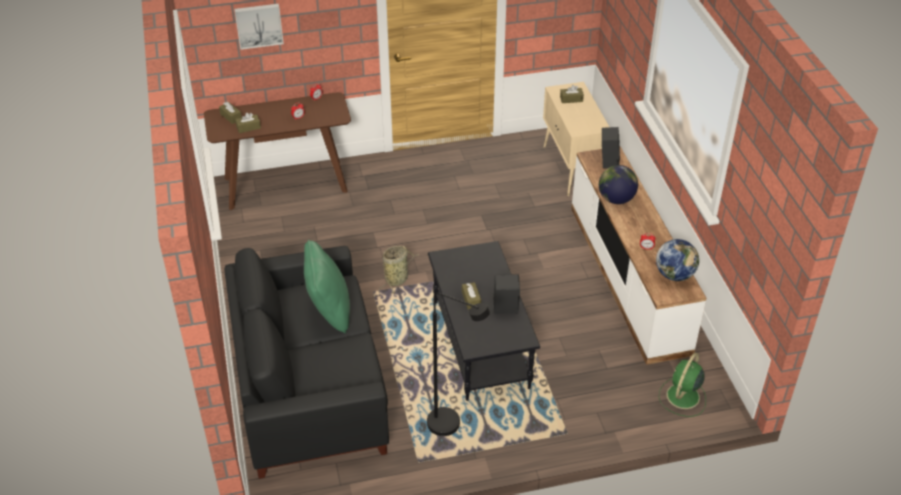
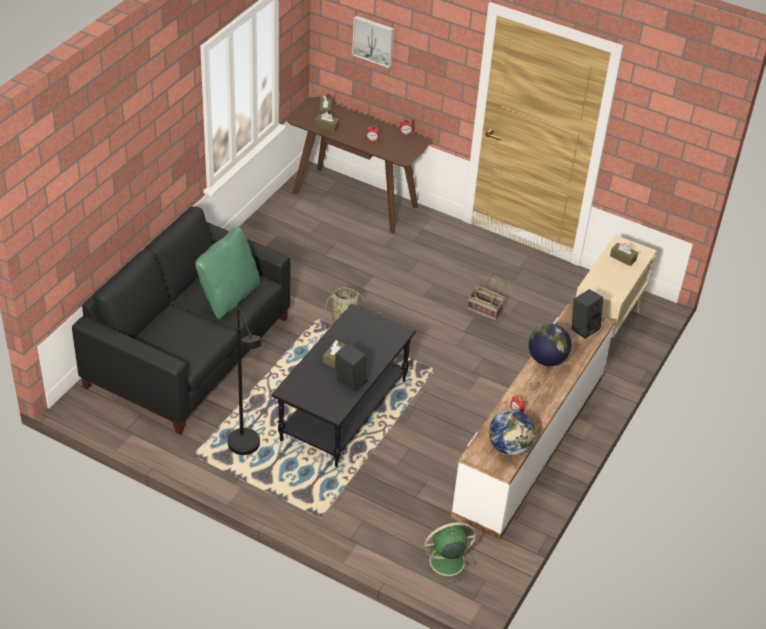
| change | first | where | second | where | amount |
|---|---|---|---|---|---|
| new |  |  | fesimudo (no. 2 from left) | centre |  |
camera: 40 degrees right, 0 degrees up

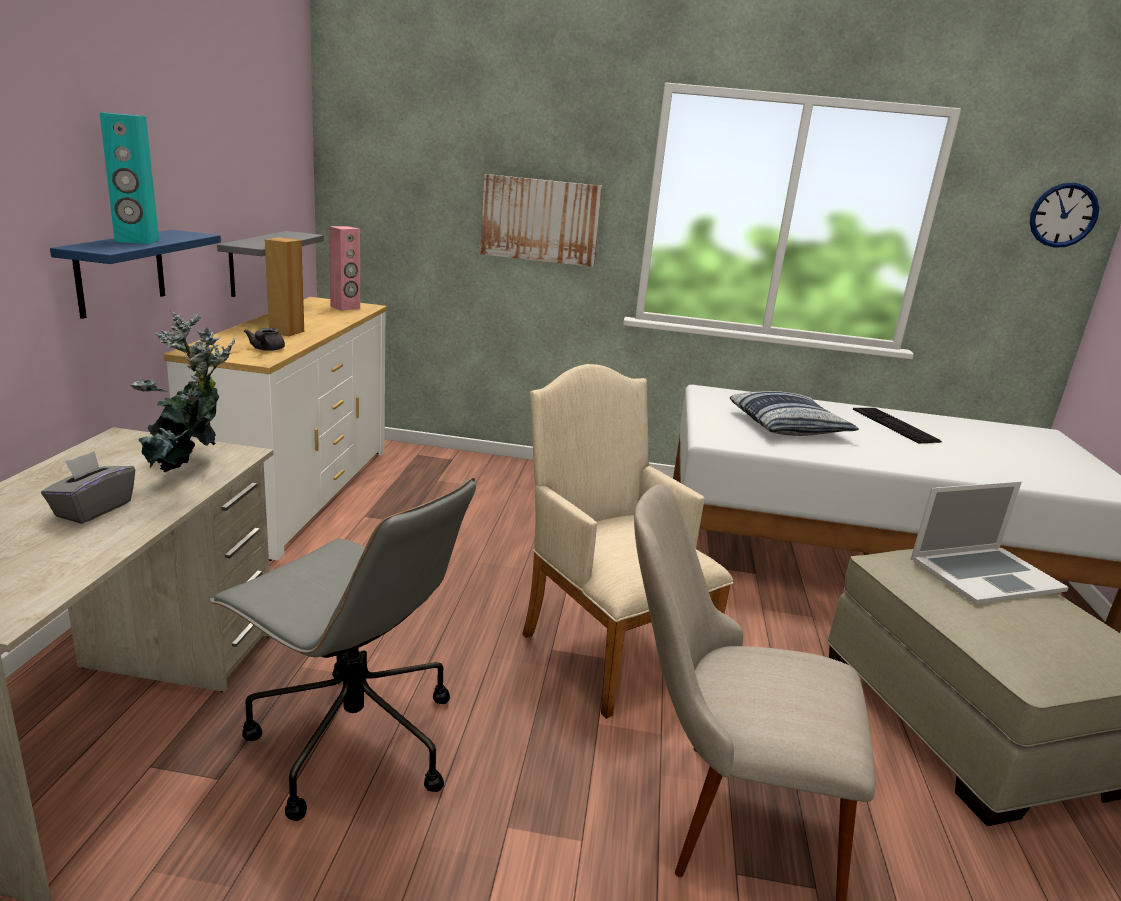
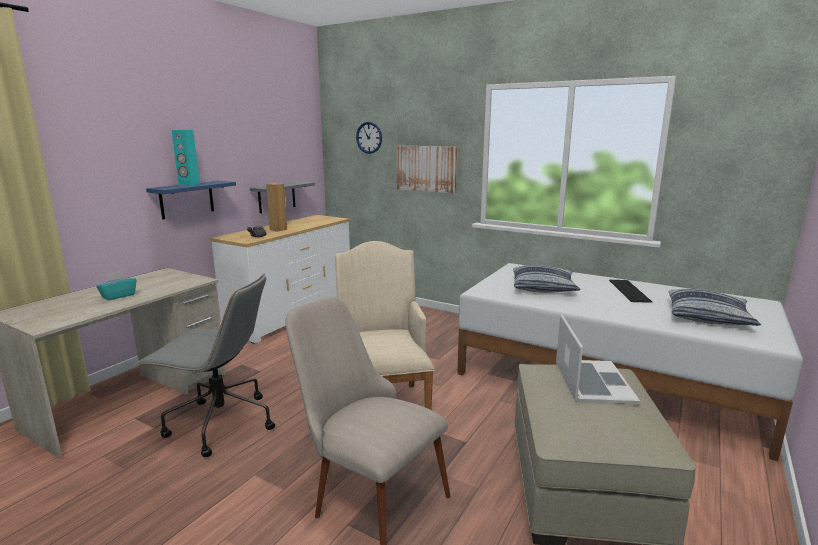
| change | first | where | second | where | amount |
|---|---|---|---|---|---|
| shifted | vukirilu | top right |  | top centre |  |
| gone | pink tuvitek | top left |  |  |  |
| gone | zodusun | middle left |  |  |  |
| repainted | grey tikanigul | middle left | turquoise tikanigul | middle left |  |
| rotated | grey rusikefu | bottom left |  | bottom left | 45 degrees counterclockwise |
| rotated | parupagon | middle right |  | middle right | 90 degrees counterclockwise |
| new |  |  | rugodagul (no. 2 from left) | middle right |  |
camera: 25 degrees right, 5 degrees down

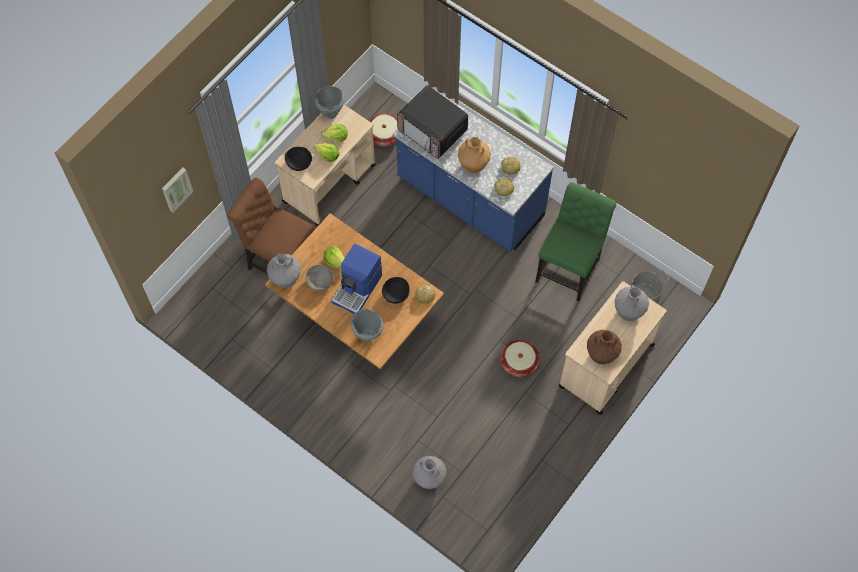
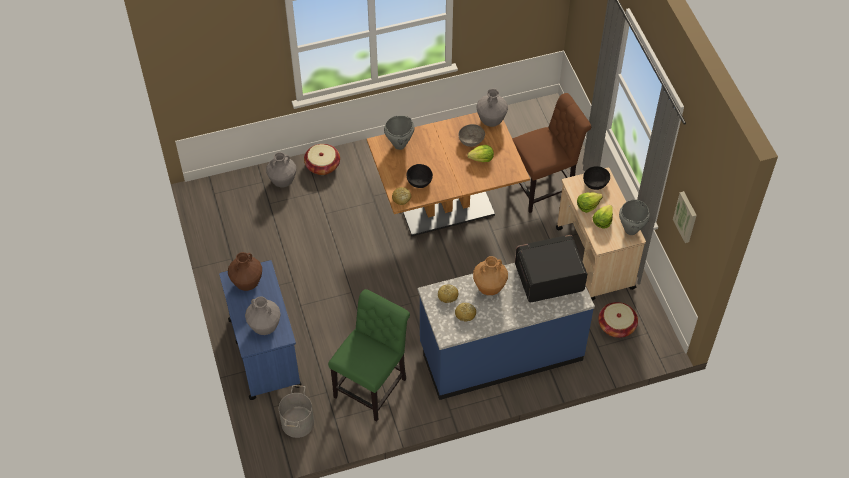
| change | first | where | second | where | amount |
|---|---|---|---|---|---|
| shifted | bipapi | top left |  | middle right |  |
| rotated | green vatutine | middle right |  | bottom centre | 120 degrees counterclockwise |
| gone | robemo | centre |  |  |  |
| repainted | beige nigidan (no. 2 from left) | middle right | blue nigidan | bottom left |  |
| shifted | fesimudo (no. 2 from left in the first image) | centre | fesimudo (no. 1 from left) | top centre |  |
camera: 125 degrees right, 10 degrees down

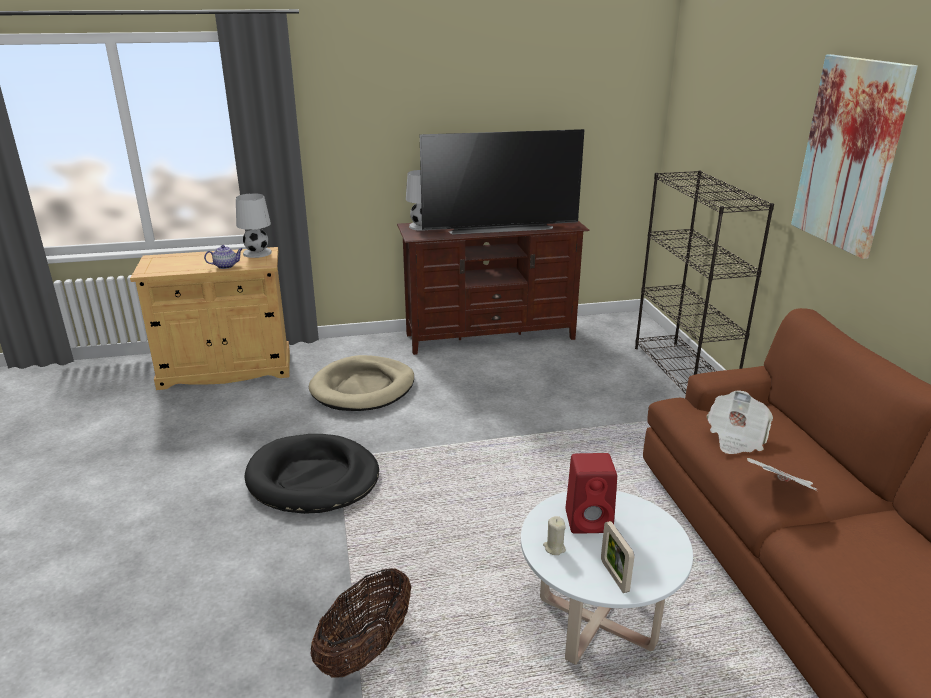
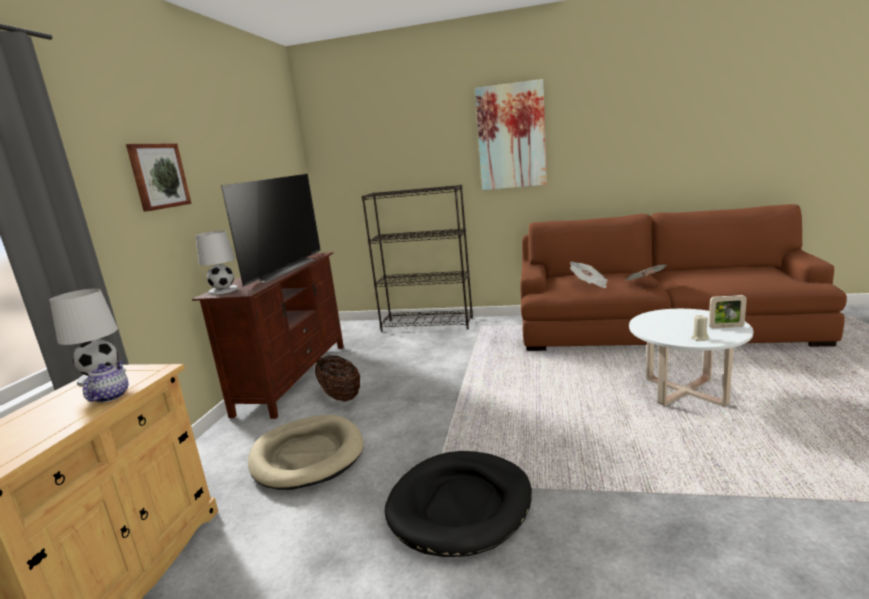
| change | first | where | second | where | amount |
|---|---|---|---|---|---|
| gone | red tuvitek | bottom centre |  |  |  |
| shifted | fesimudo | bottom centre |  | centre |  |
| new |  |  | bipapi (no. 1 from left) | top left |  |
camera: 65 degrees left, 10 degrees down

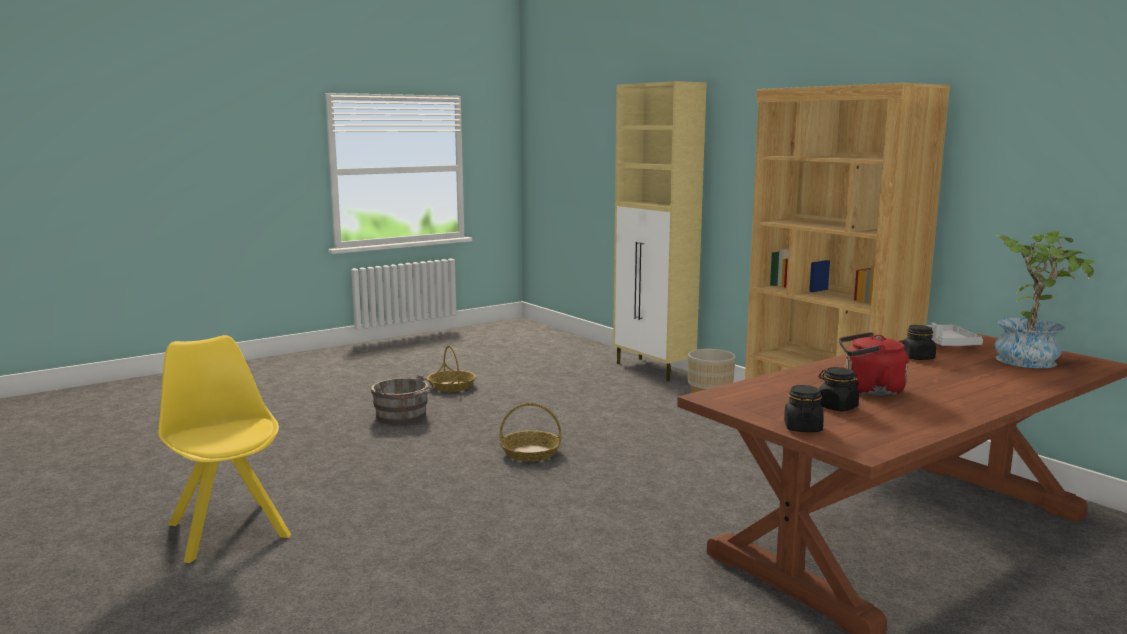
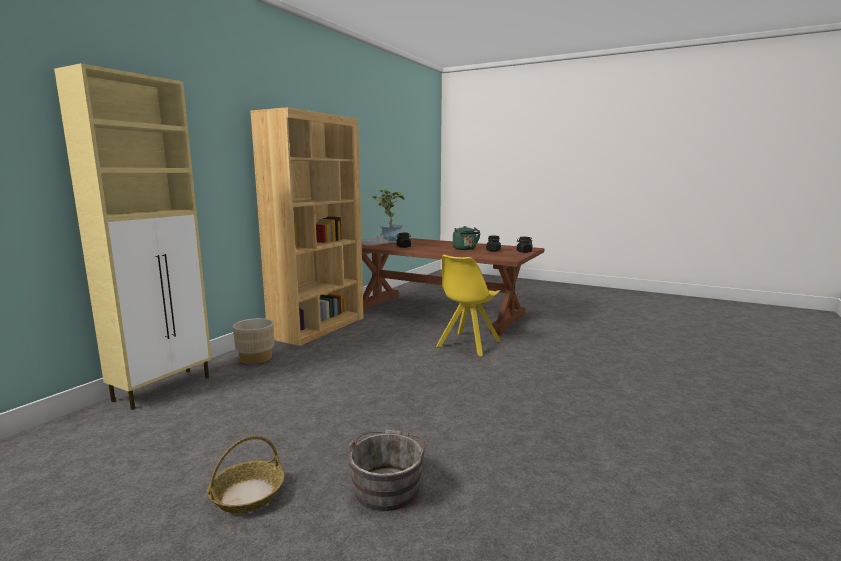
| change | first | where | second | where | amount |
|---|---|---|---|---|---|
| repainted | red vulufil | middle right | green vulufil | centre |  |
| shifted | yellow vatutine | bottom left |  | centre |  |
| gone | fesimudo (no. 2 from left) | bottom centre |  |  |  |
camera: 115 degrees left, 0 degrees up

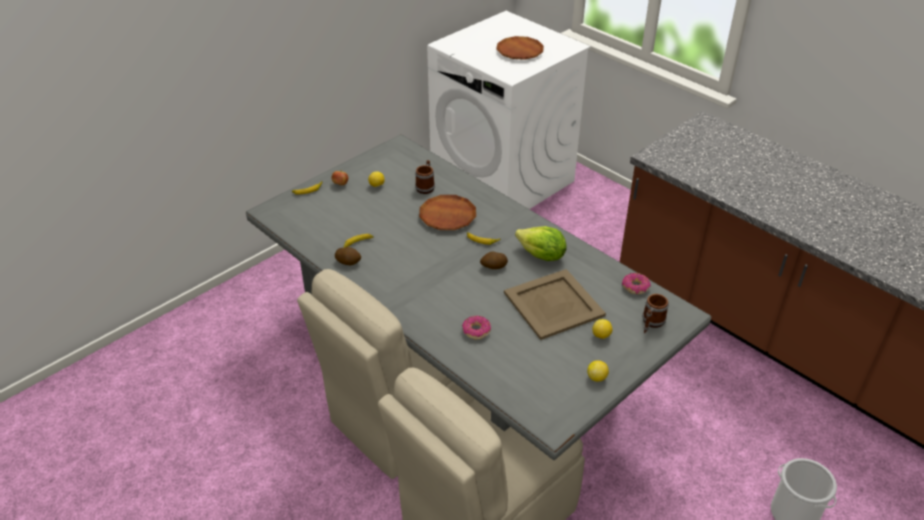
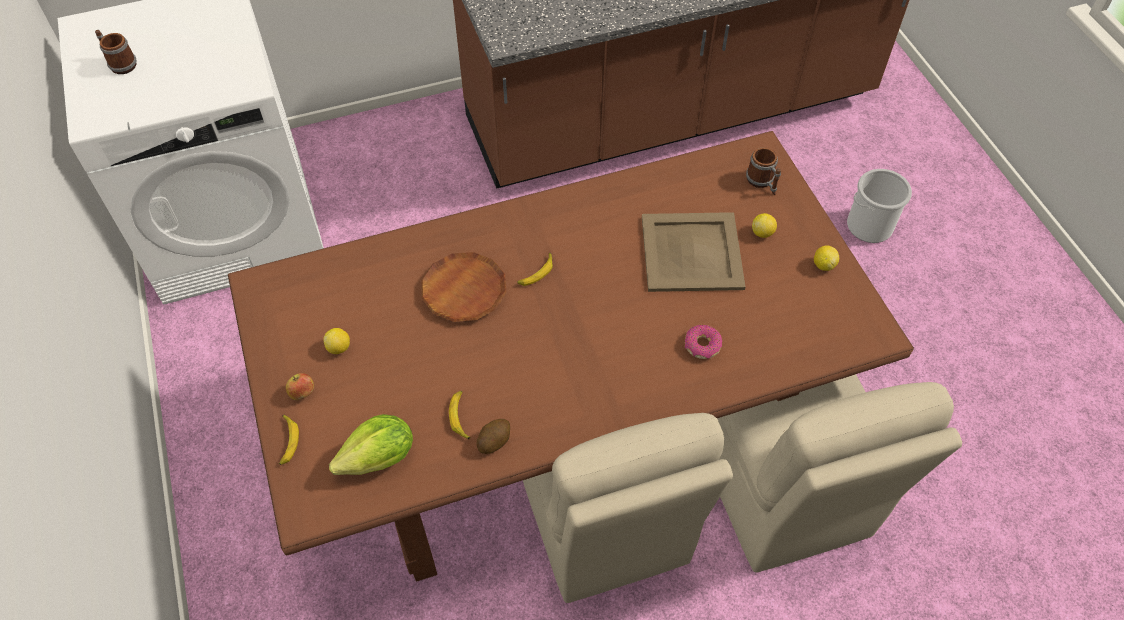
| change | first | where | second | where | amount |
|---|---|---|---|---|---|
| gone | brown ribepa (no. 2 from left) | top centre |  |  |  |
| repainted | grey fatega | centre | brown fatega | centre |  |
| shifted | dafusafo (no. 1 from left) | centre |  | top left |  |
| shifted | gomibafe | centre |  | bottom left |  |
| gone | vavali (no. 2 from left) | centre |  |  |  |
| gone | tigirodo (no. 2 from left) | middle right |  |  |  |
camera: 65 degrees left, 15 degrees up

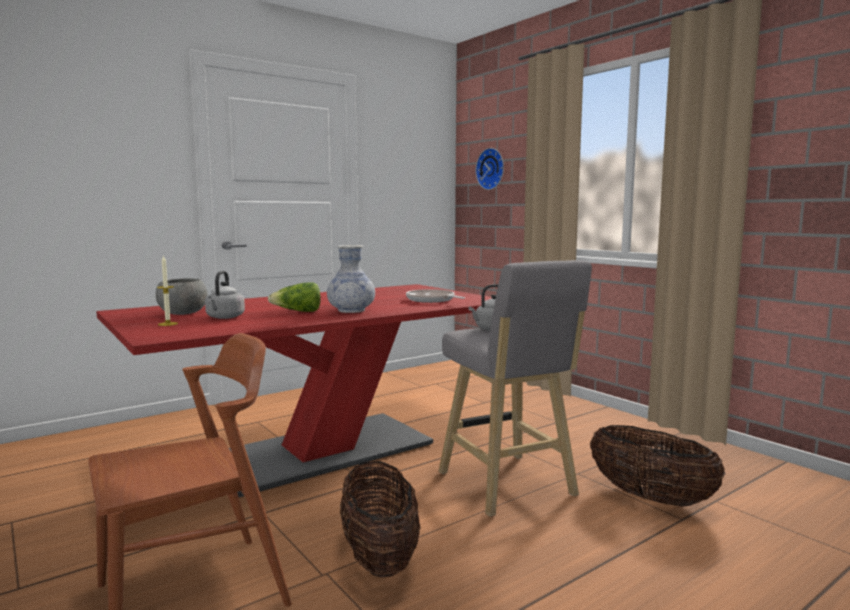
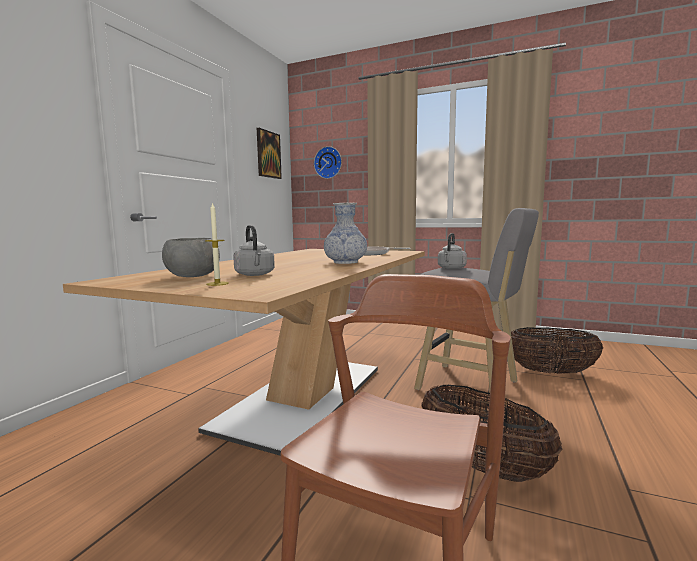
| change | first | where | second | where | amount |
|---|---|---|---|---|---|
| gone | gomibafe | centre |  |  |  |
| repainted | red fatega | centre | beige fatega | centre |  |
| new |  |  | bipapi | top centre |  |
camera: 30 degrees left, 0 degrees up

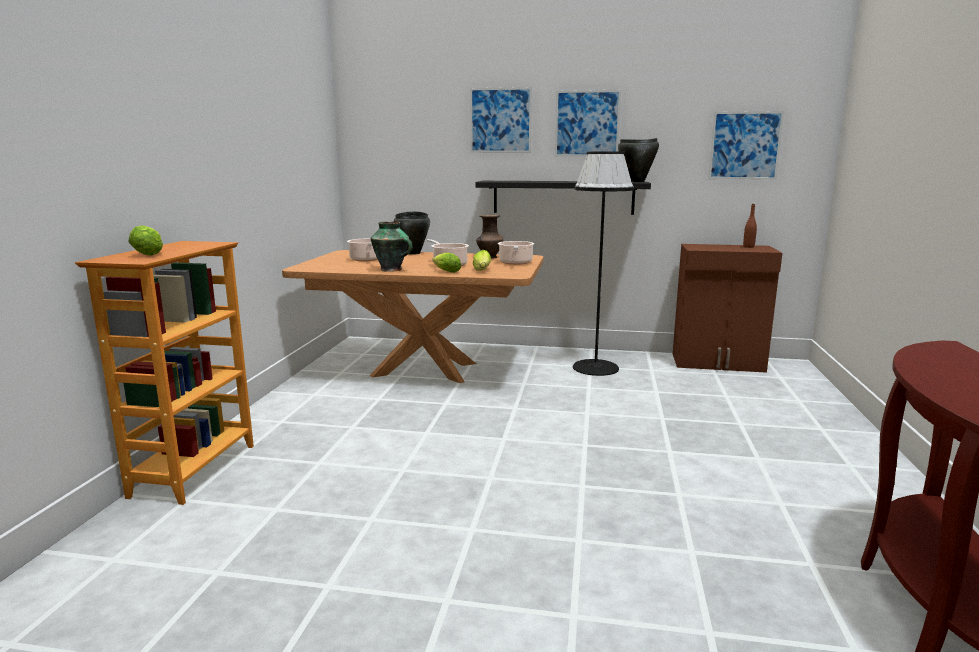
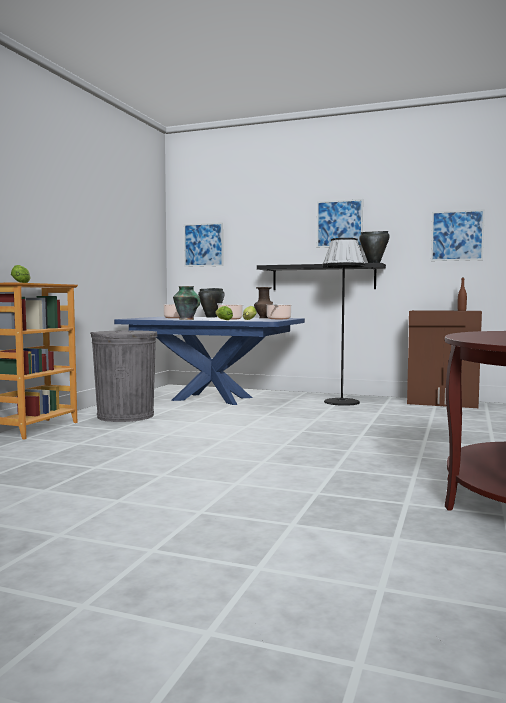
| change | first | where | second | where | amount |
|---|---|---|---|---|---|
| shifted | bipapi (no. 1 from left) | top centre |  | centre |  |
| repainted | brown fatega | centre | blue fatega | centre |  |
| new |  |  | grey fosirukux | middle left |  |
camera: 10 degrees right, 10 degrees down

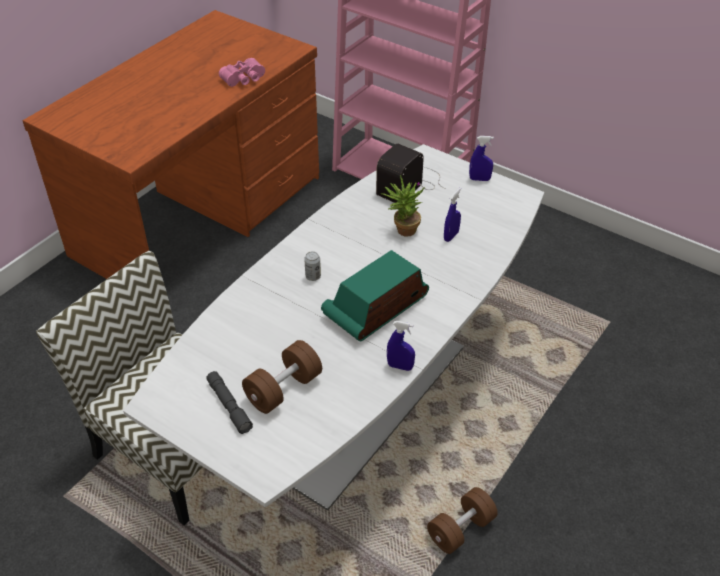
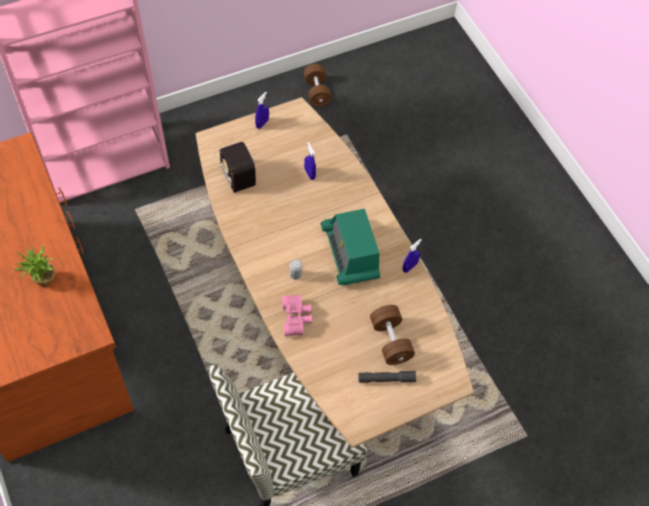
| change | first | where | second | where | amount |
|---|---|---|---|---|---|
| shifted | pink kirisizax | top centre |  | centre |  |
| repainted | white fatega | centre | brown fatega | centre |  |
| shifted | zodusun | centre |  | middle left |  |
| shifted | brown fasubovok (no. 2 from left in the first image) | bottom centre | brown fasubovok (no. 1 from left) | top centre |  |
camera: 65 degrees left, 15 degrees up

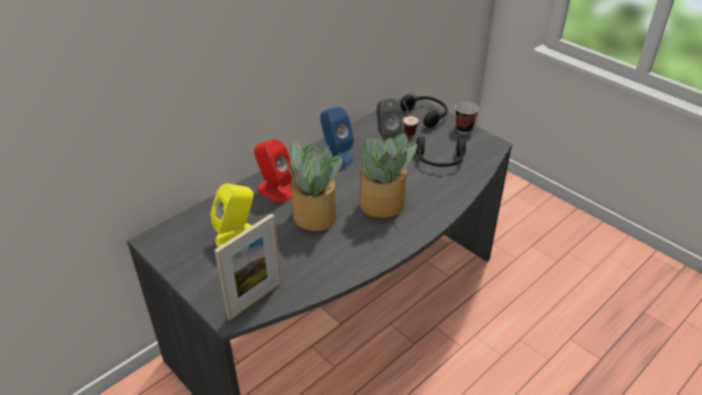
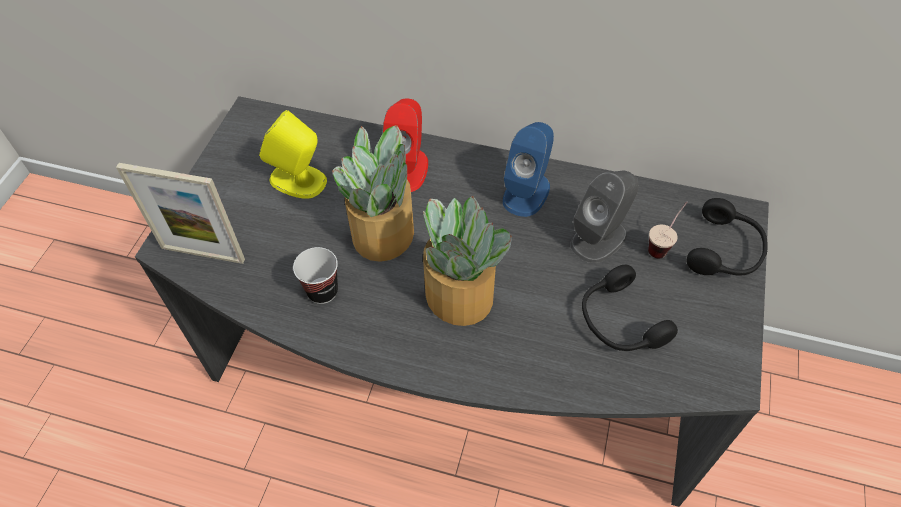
| change | first | where | second | where | amount |
|---|---|---|---|---|---|
| shifted | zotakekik (no. 2 from left in the first image) | top centre | zotakekik (no. 1 from left) | centre |  |
camera: 60 degrees right, 15 degrees up

